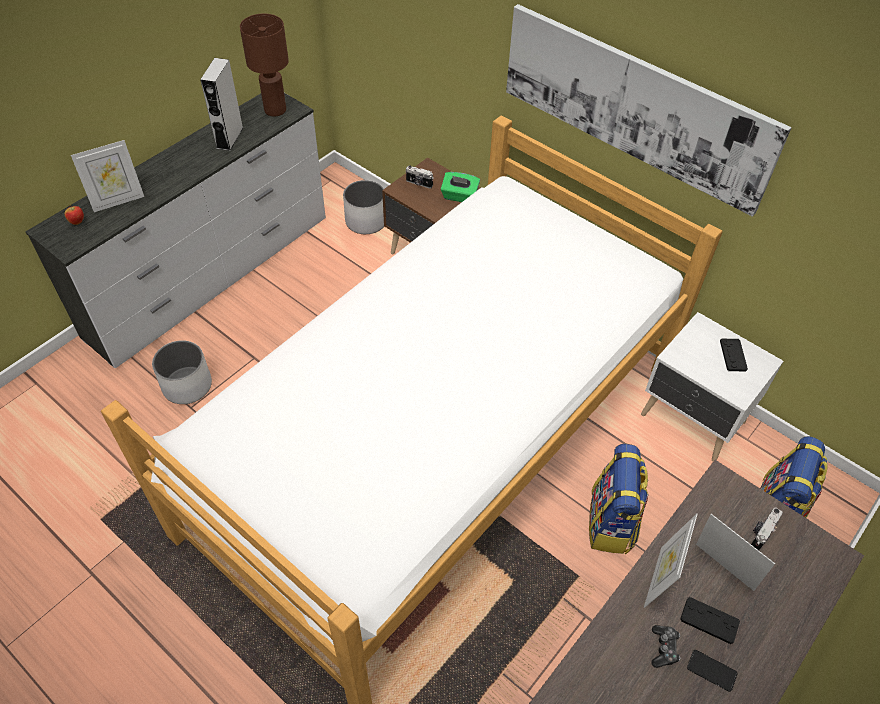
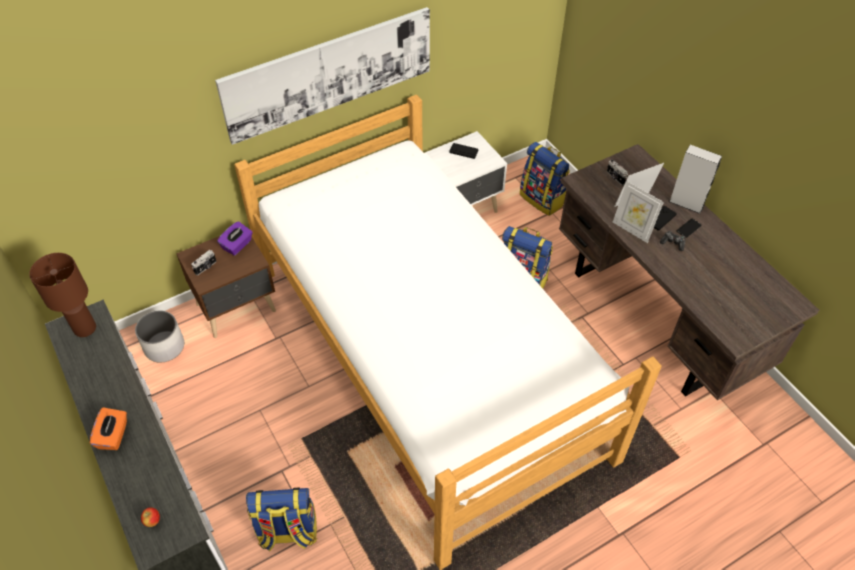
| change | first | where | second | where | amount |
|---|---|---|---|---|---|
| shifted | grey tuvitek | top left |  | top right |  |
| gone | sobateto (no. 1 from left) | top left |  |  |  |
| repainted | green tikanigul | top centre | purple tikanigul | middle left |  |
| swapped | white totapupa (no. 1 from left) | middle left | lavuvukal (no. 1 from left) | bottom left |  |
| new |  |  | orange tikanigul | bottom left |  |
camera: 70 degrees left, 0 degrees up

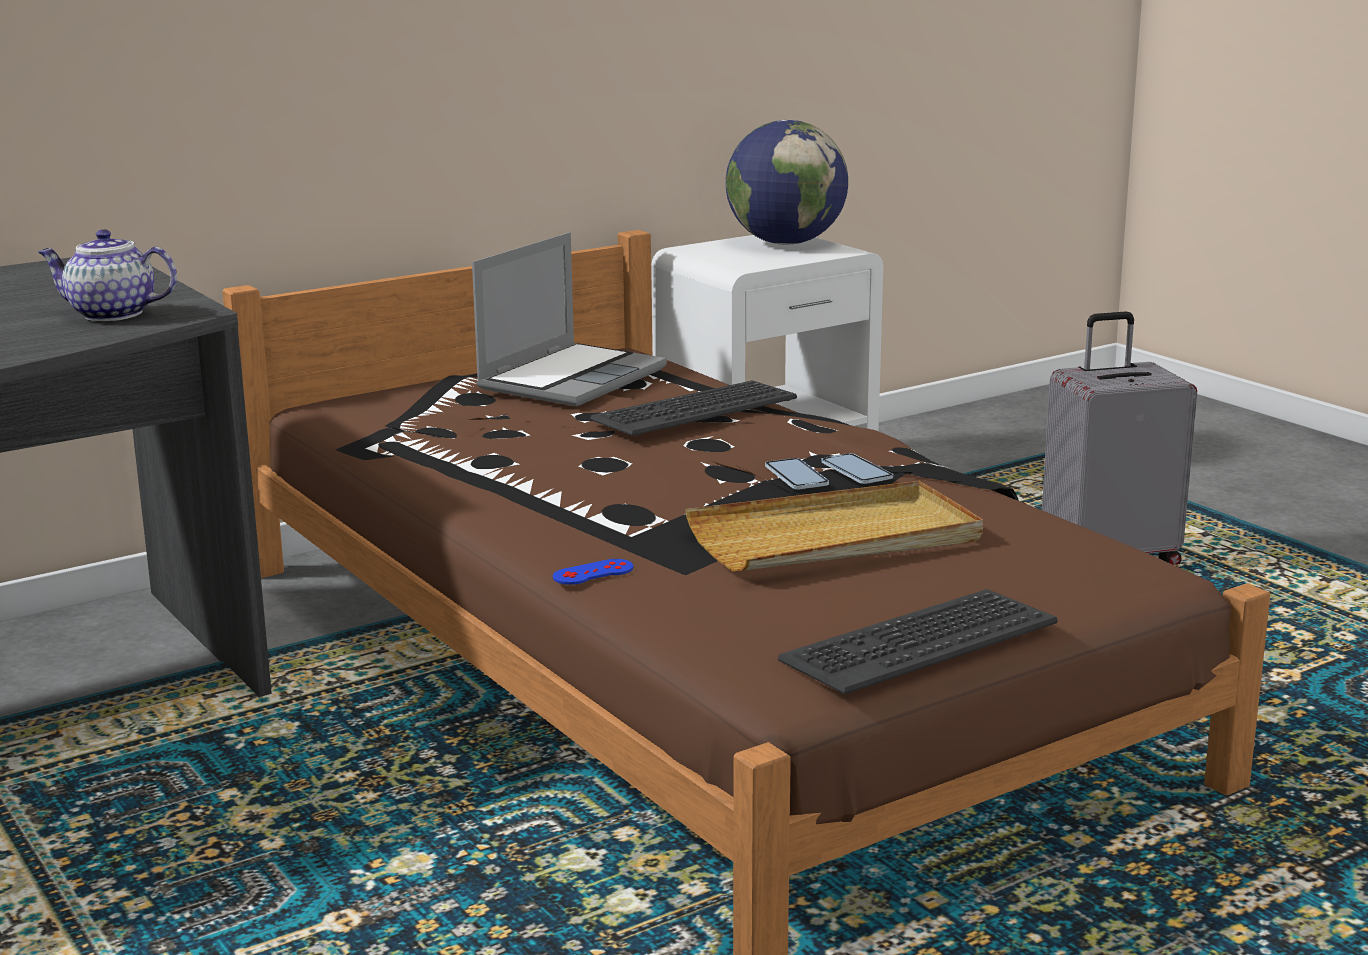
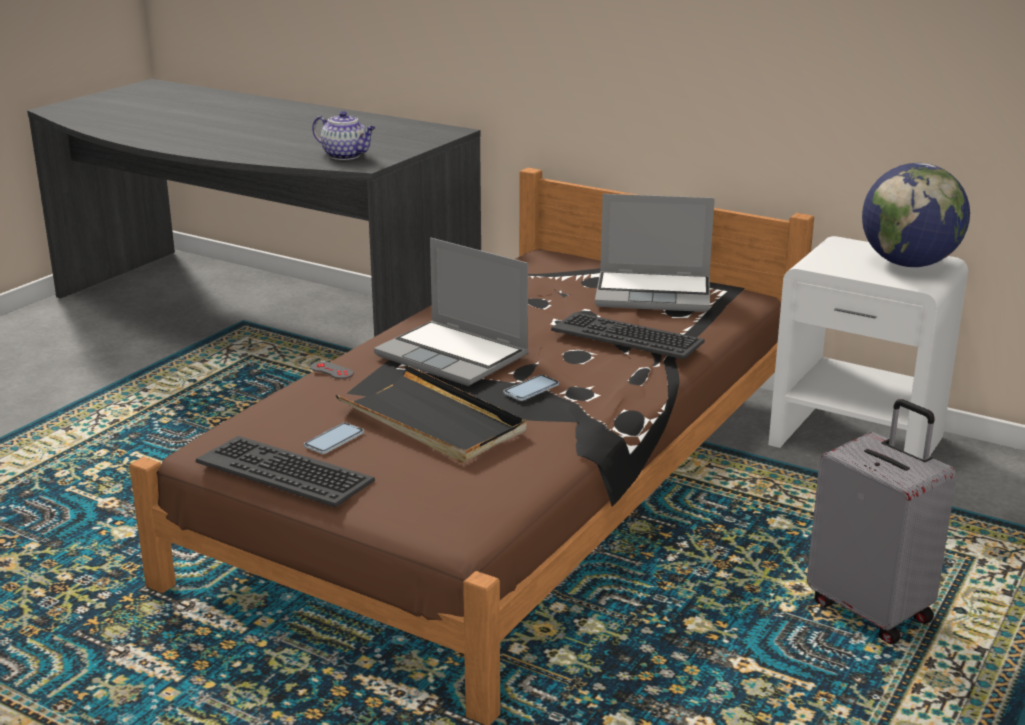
| change | first | where | second | where | amount |
|---|---|---|---|---|---|
| rotated | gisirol | top left |  | top centre | 135 degrees clockwise |
| shifted | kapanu (no. 2 from left in the first image) | centre | kapanu (no. 1 from left) | middle left |  |
| repainted | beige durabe | centre | black durabe | centre |  |
| repainted | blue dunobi | centre | grey dunobi | middle left |  |
| new |  |  | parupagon (no. 1 from left) | centre |  |
camera: 65 degrees right, 5 degrees up

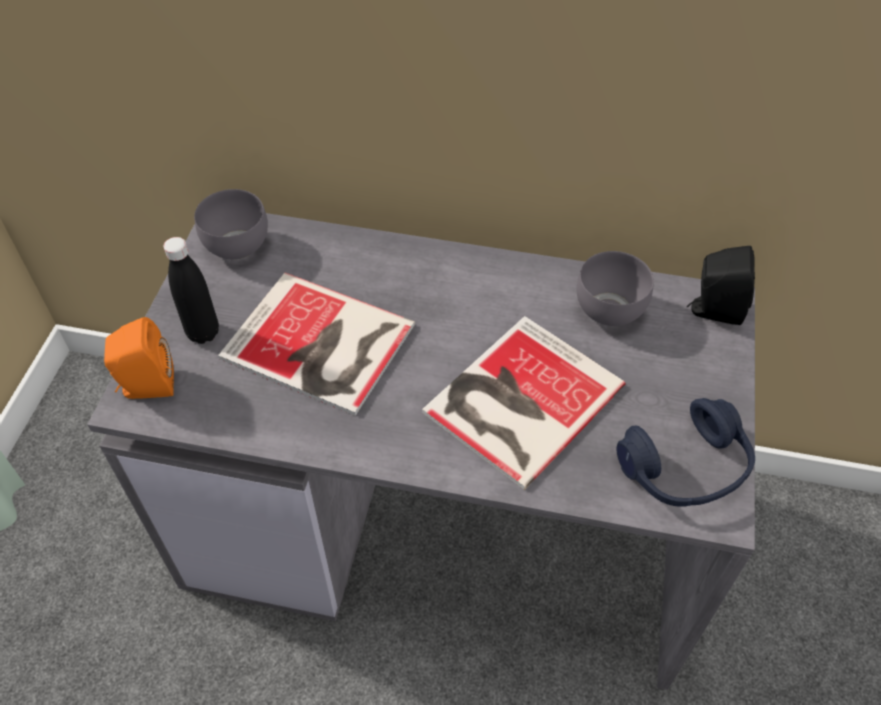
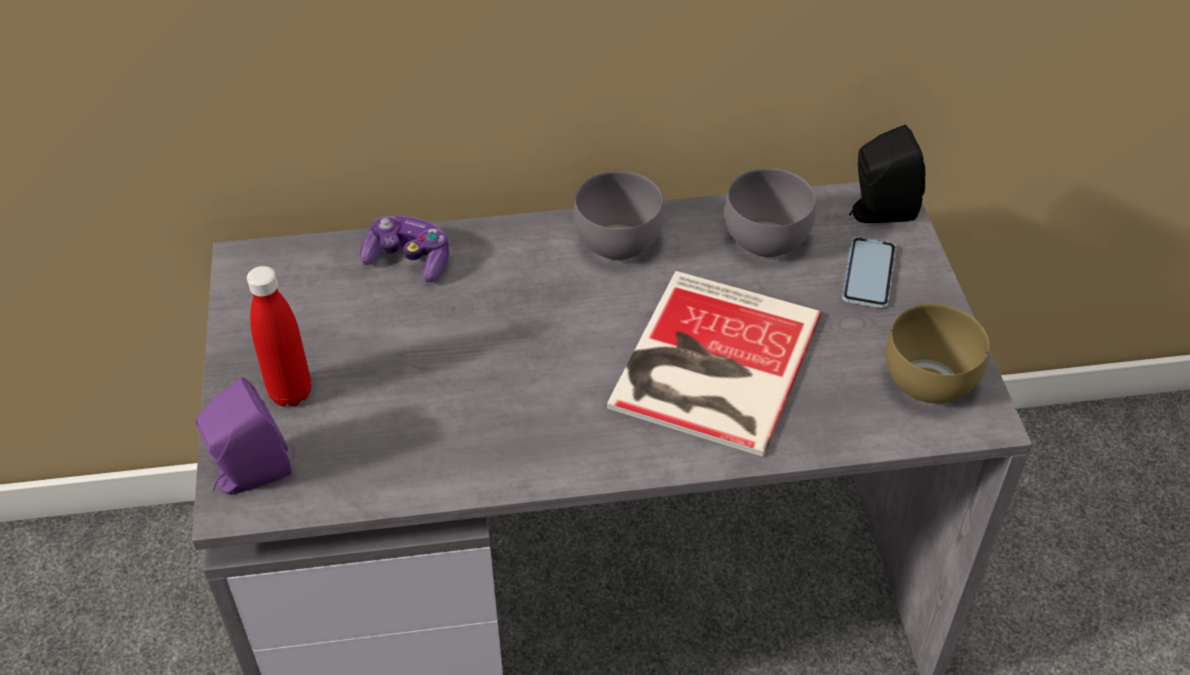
| change | first | where | second | where | amount |
|---|---|---|---|---|---|
| shifted | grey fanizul (no. 1 from left) | top left |  | top centre |  |
| repainted | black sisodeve | middle left | red sisodeve | middle left |  |
| gone | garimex (no. 1 from left) | centre |  |  |  |
| repainted | orange tuvitek | middle left | purple tuvitek | middle left |  |
| swapped | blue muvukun | middle right | brown fanizul | middle right |  |
| new |  |  | dunobi | centre |  |
| new |  |  | kapanu | middle right |  |
camera: 20 degrees left, 5 degrees down

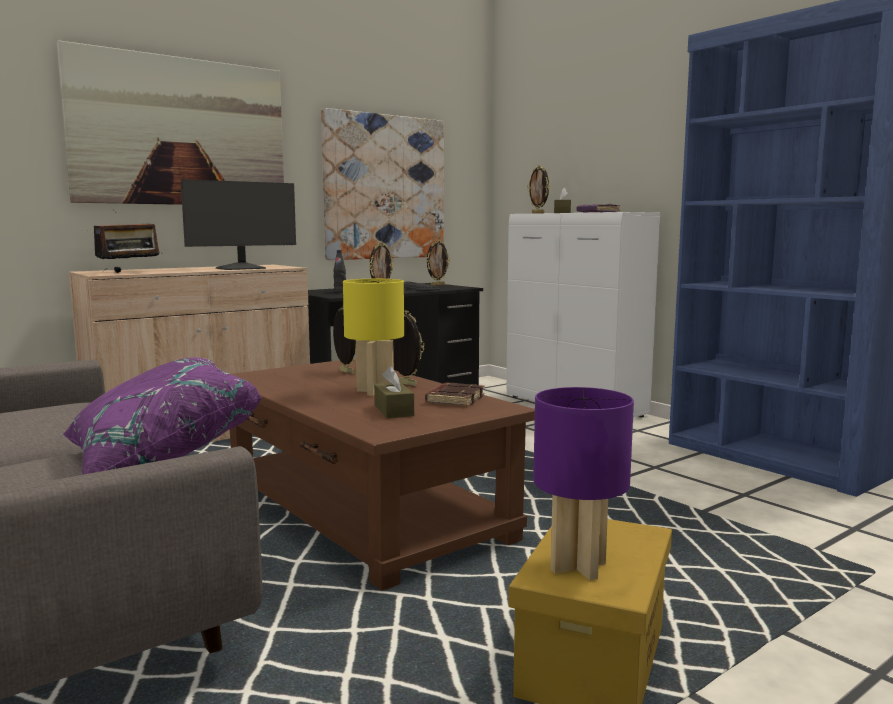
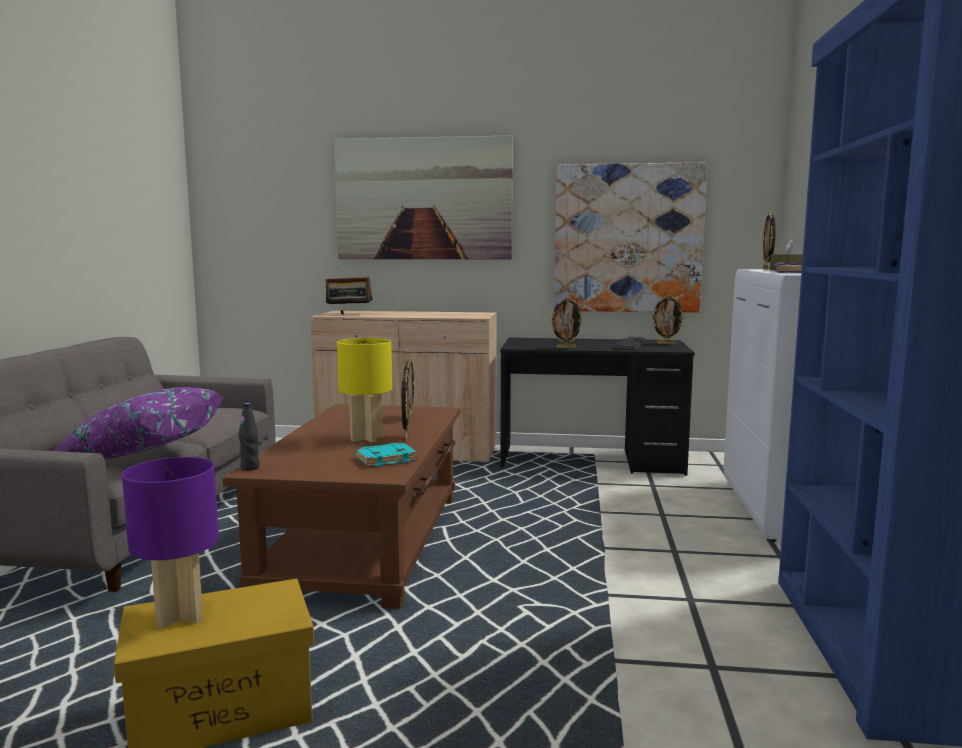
| change | first | where | second | where | amount |
|---|---|---|---|---|---|
| gone | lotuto | top left |  |  |  |
| shifted | black sisodeve | centre |  | middle left |  |
| gone | brown tikanigul (no. 1 from left) | centre |  |  |  |
| repainted | brown garimex | centre | turquoise garimex | centre |  |
camera: 45 degrees right, 0 degrees up

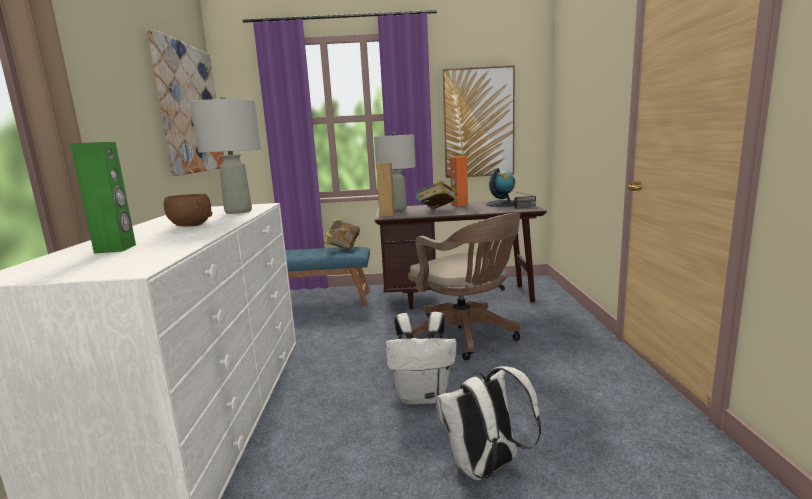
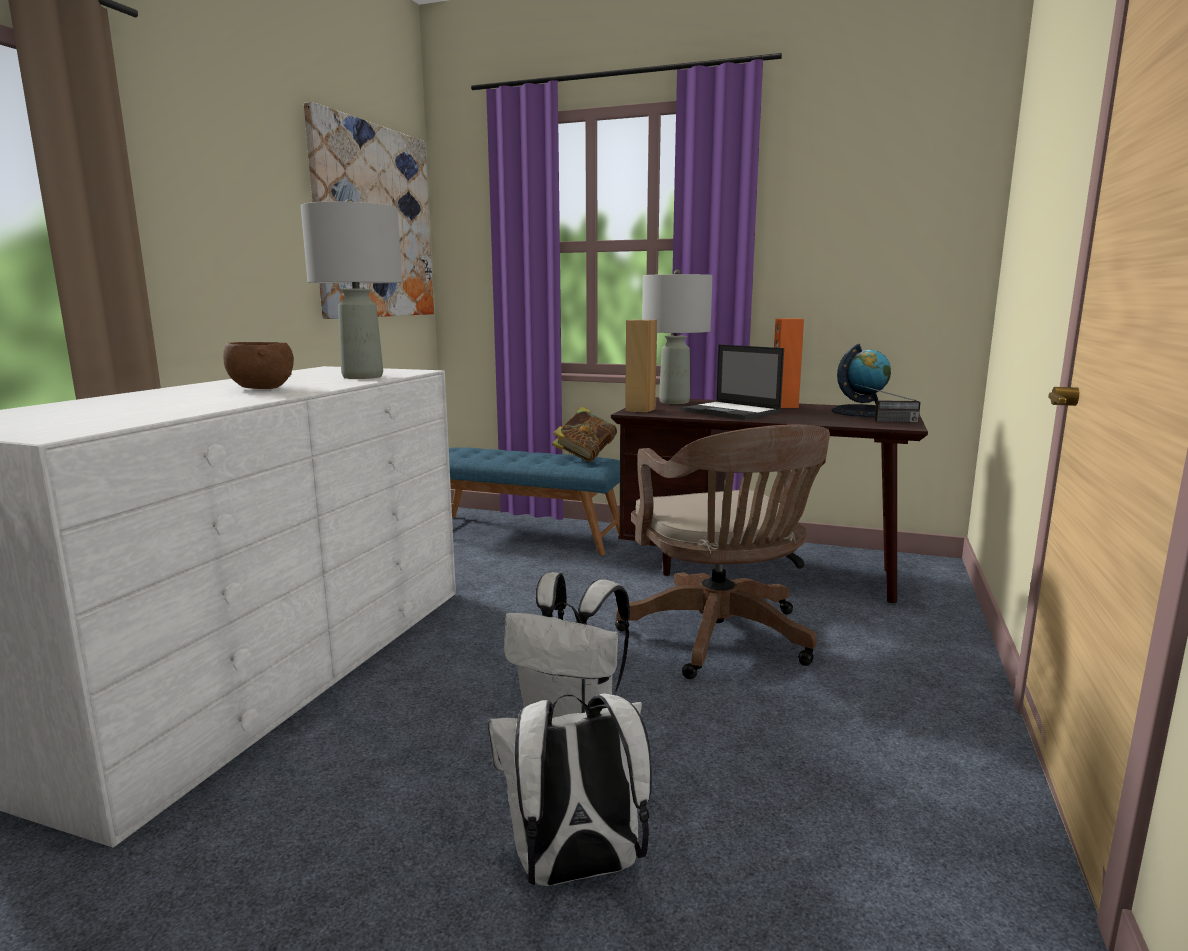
| change | first | where | second | where | amount |
|---|---|---|---|---|---|
| gone | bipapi (no. 2 from left) | top centre |  |  |  |
| gone | green tuvitek | middle left |  |  |  |
| swapped | garimex (no. 2 from left) | centre | parupagon | centre |  |
camera: 20 degrees right, 0 degrees up

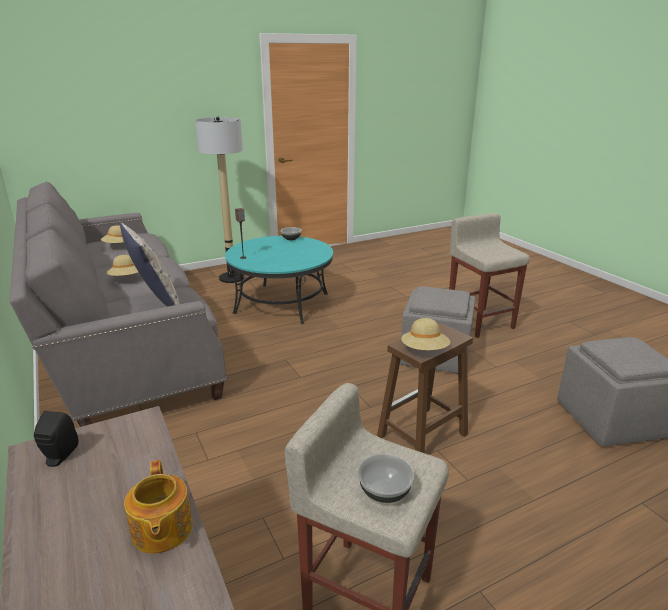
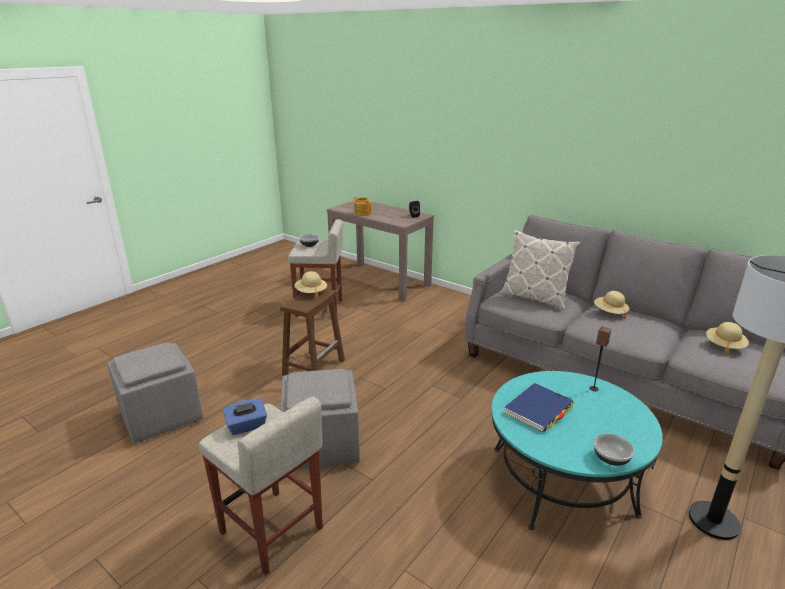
| change | first | where | second | where | amount |
|---|---|---|---|---|---|
| new |  |  | blue garimex | bottom right |  |
| new |  |  | blue tikanigul | bottom left |  |
camera: 155 degrees right, 0 degrees up

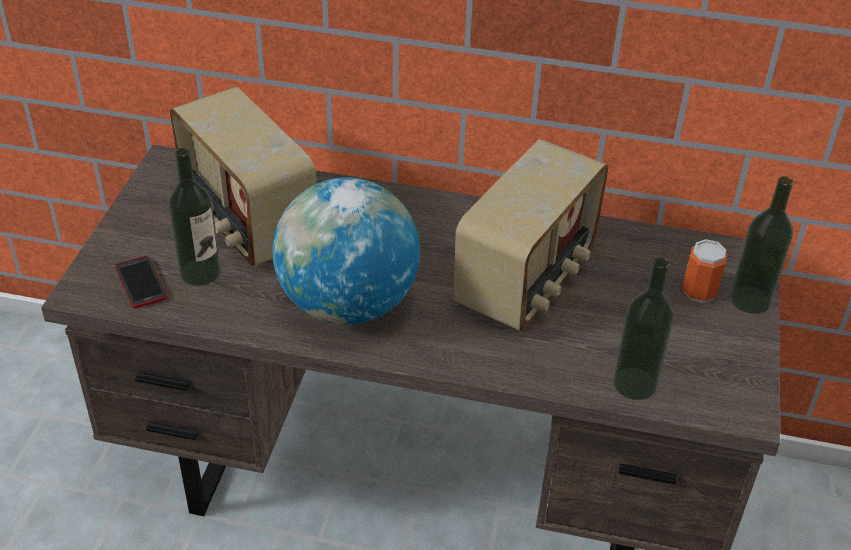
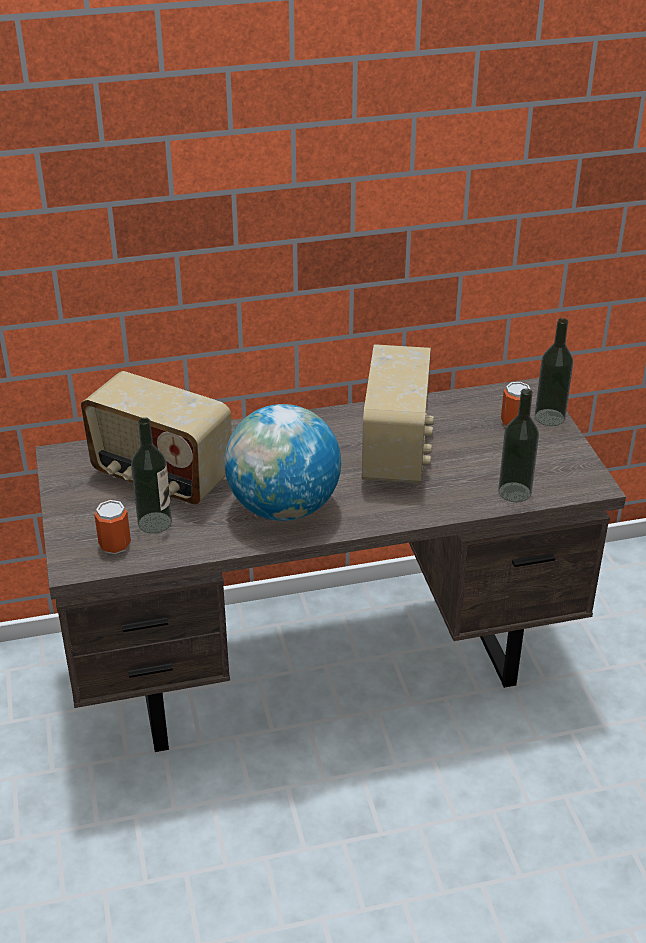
| change | first | where | second | where | amount |
|---|---|---|---|---|---|
| swapped | kapanu | middle left | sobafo (no. 1 from left) | middle left |  |
camera: 25 degrees left, 5 degrees down

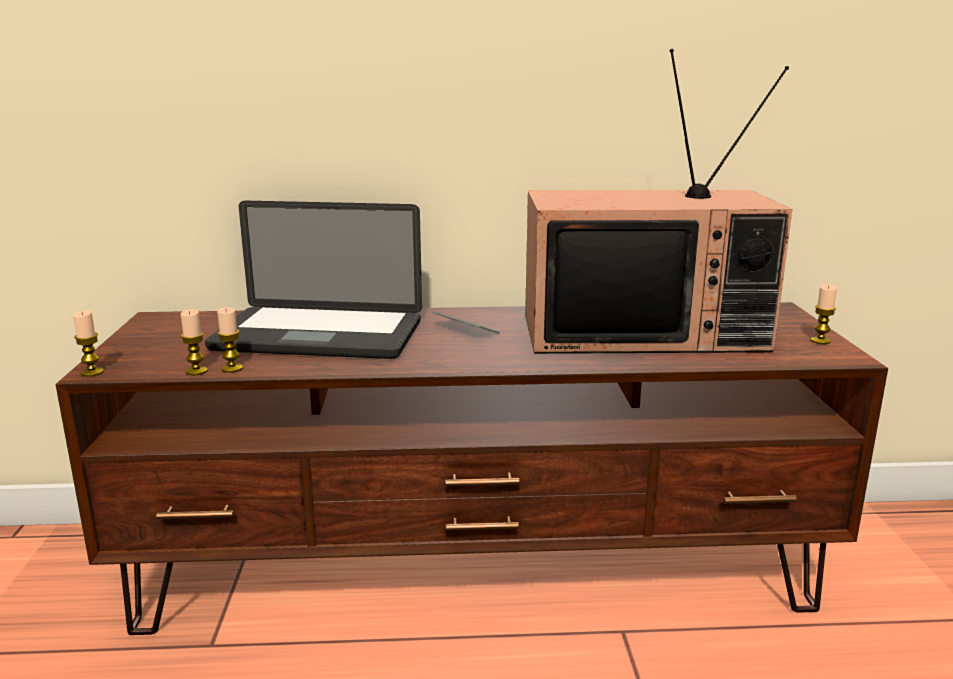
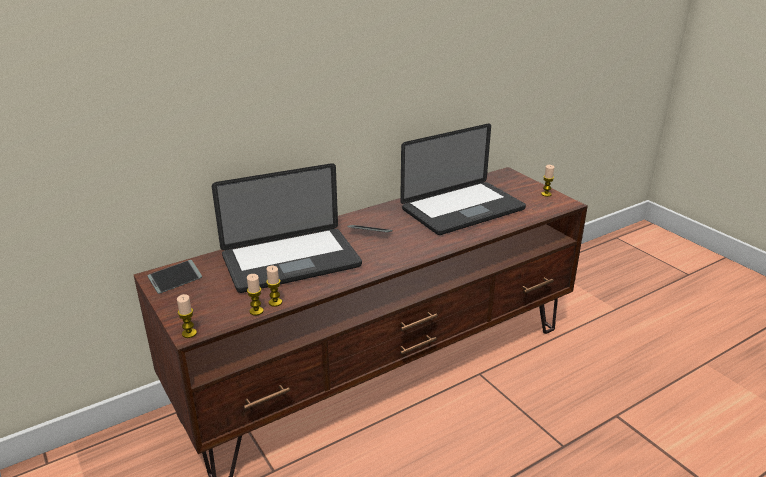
| change | first | where | second | where | amount |
|---|---|---|---|---|---|
| swapped | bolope | top right | parupagon (no. 2 from left) | centre |  |
| new |  |  | kapanu (no. 1 from left) | middle left |  |
camera: 30 degrees left, 10 degrees up

